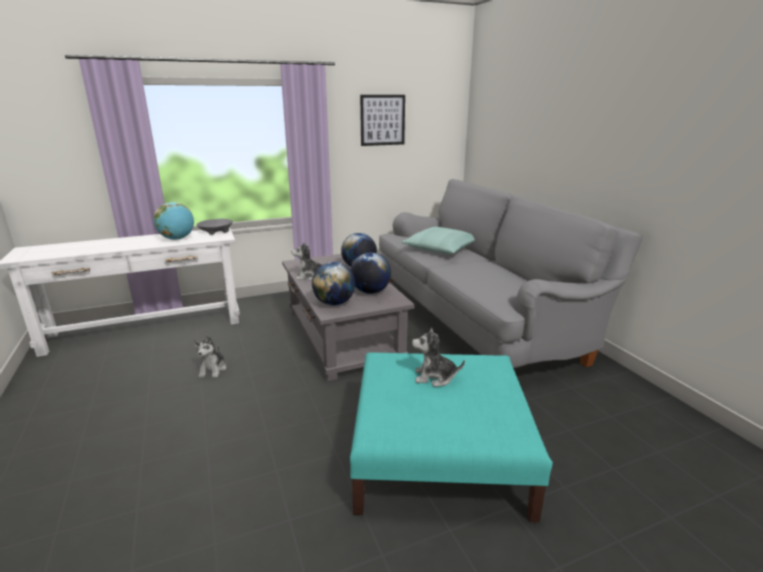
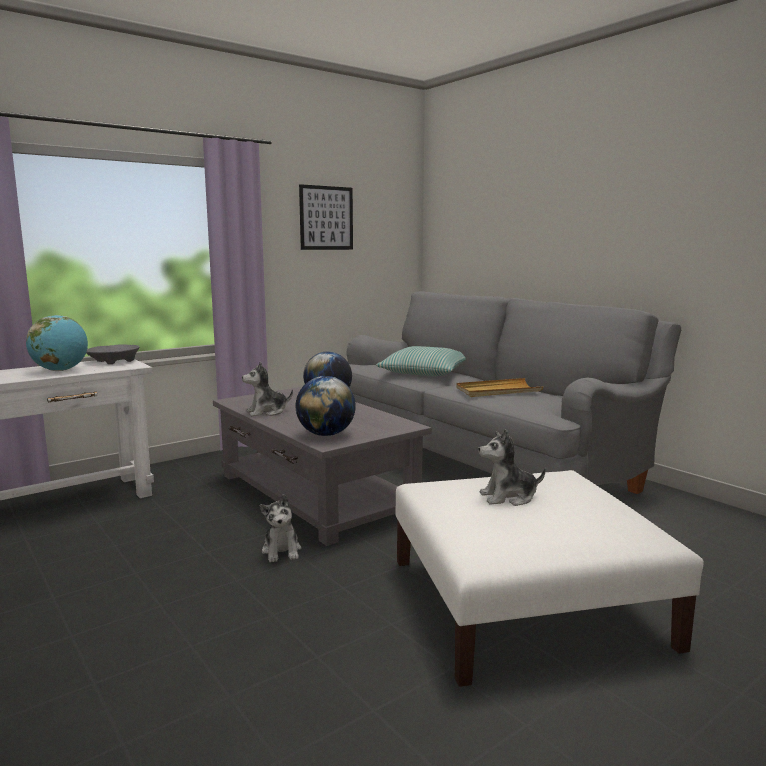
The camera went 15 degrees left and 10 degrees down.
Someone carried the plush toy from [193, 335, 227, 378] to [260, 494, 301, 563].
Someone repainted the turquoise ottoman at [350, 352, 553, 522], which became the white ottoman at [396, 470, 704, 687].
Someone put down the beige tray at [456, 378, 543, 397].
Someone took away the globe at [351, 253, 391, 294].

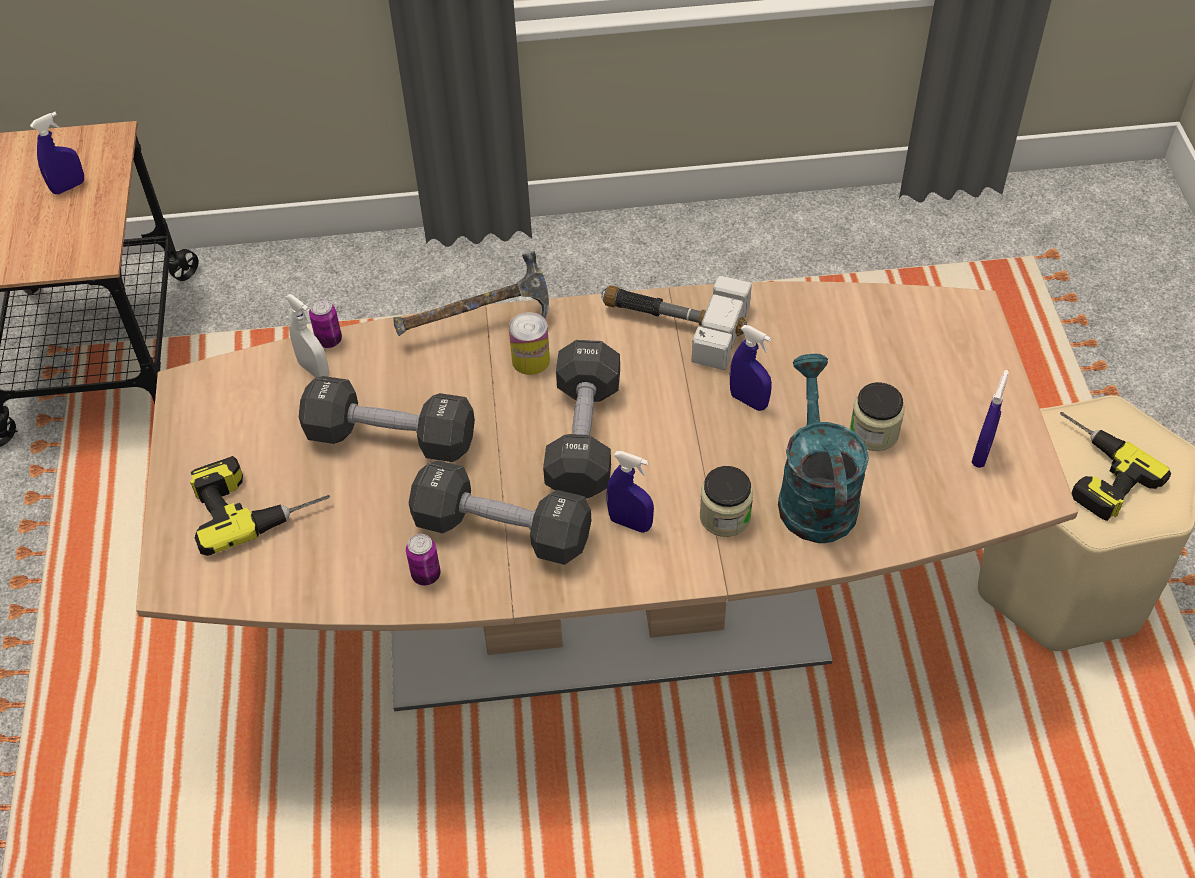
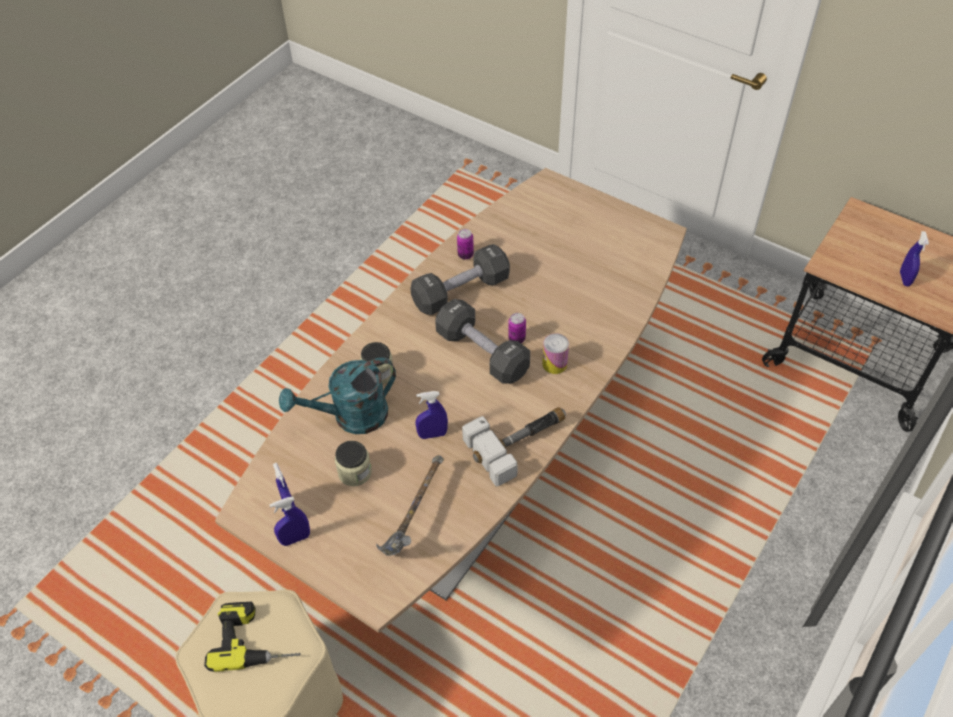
The camera went 130 degrees right and 0 degrees up.
Someone carried the blue spray bottle from [606, 451, 654, 533] to [269, 497, 310, 546].
Someone rotated the turquoise watering can at [778, 354, 869, 543] by 120 degrees clockwise.
Someone carried the hammer from [394, 251, 549, 336] to [376, 455, 444, 556].
Someone carried the can from [309, 299, 342, 348] to [508, 313, 526, 343].
Someone took away the power drill at [190, 456, 330, 556].
Someone took away the white spray bottle at [286, 294, 329, 378].
Someone took away the black dumbbell at [299, 376, 475, 462].

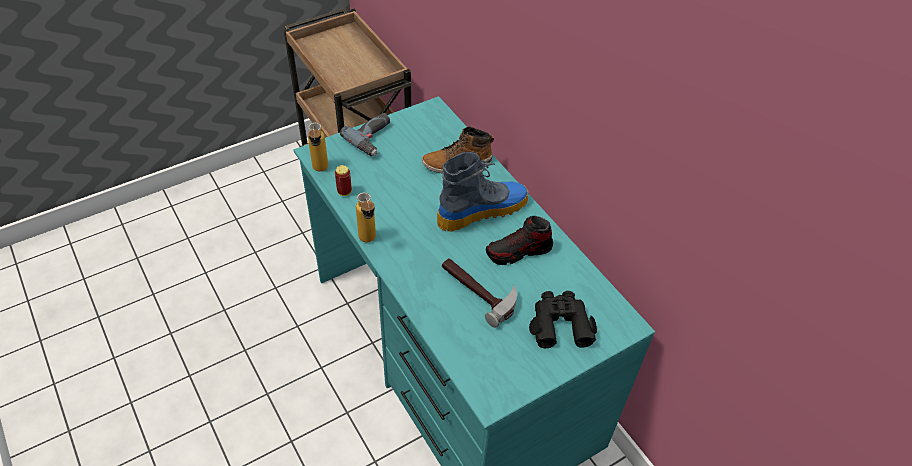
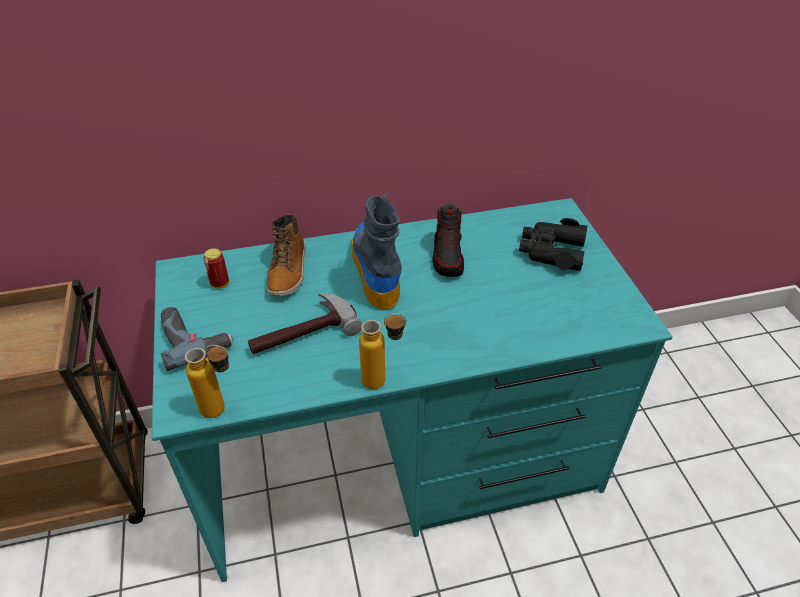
The camera went 70 degrees left and 5 degrees down.
Someone carried the can from [335, 165, 352, 196] to [203, 248, 229, 289].
Someone carried the hammer from [442, 258, 517, 328] to [248, 293, 362, 354].

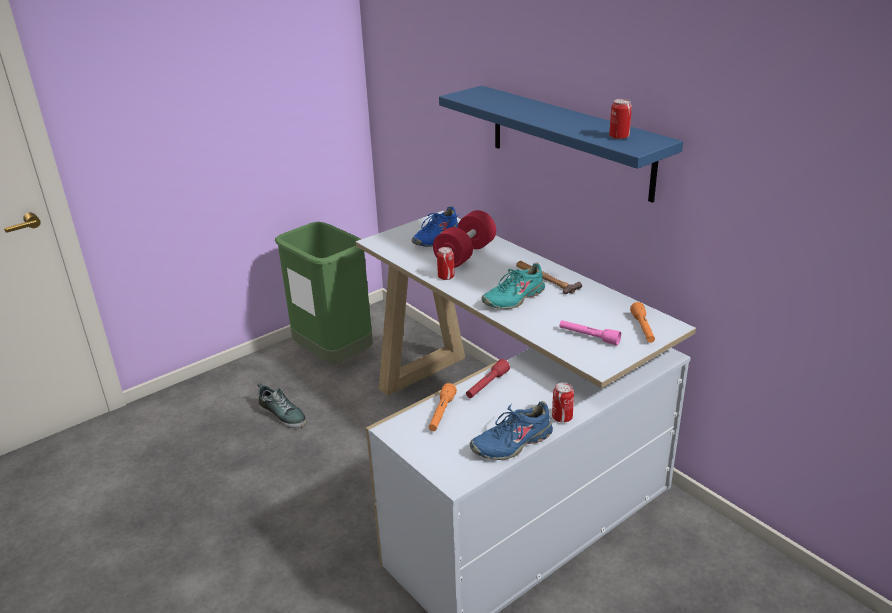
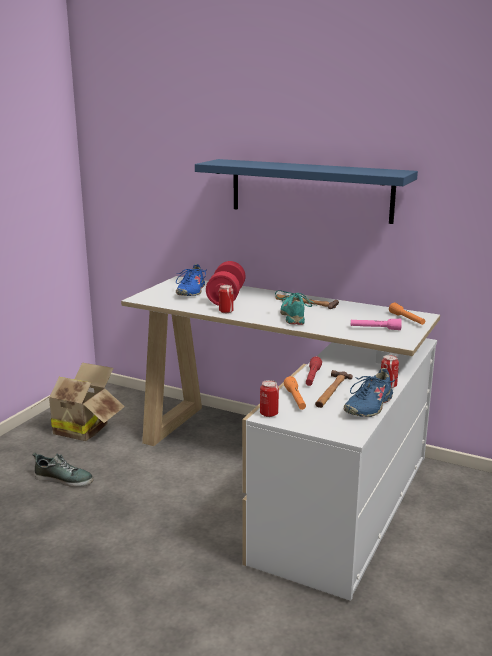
The camera went 25 degrees left and 10 degrees down.
Someone swapped the green trash can at [275, 222, 373, 364] for the cardboard box at [35, 363, 125, 441].
Someone carried the can from [609, 99, 632, 140] to [260, 380, 279, 417].
Someone rotated the turquoise shoe at [481, 262, 546, 309] by 150 degrees clockwise.
Someone put down the hammer at [315, 370, 353, 408].

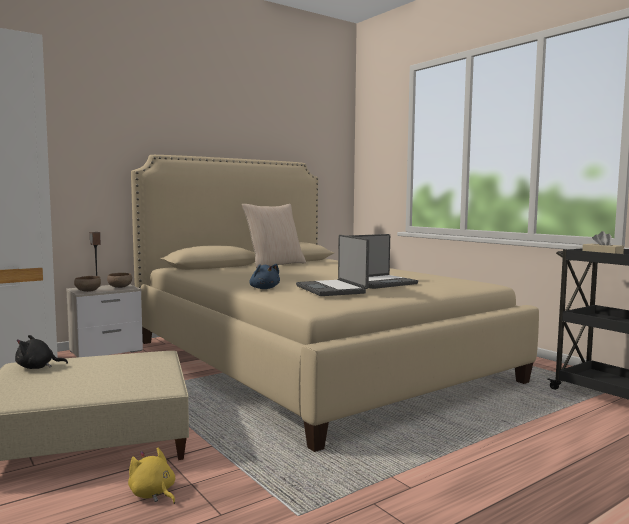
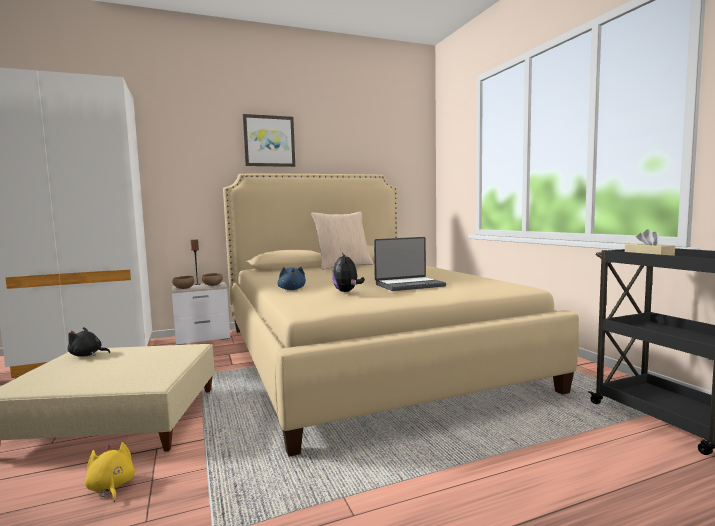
The camera went 15 degrees right and 0 degrees up.
Someone put up the picture at [243, 114, 295, 167].
Someone swapped the laptop at [296, 235, 369, 296] for the plush toy at [332, 253, 365, 292].

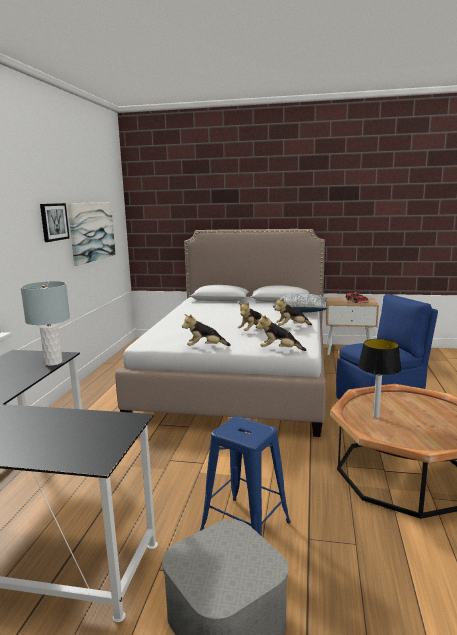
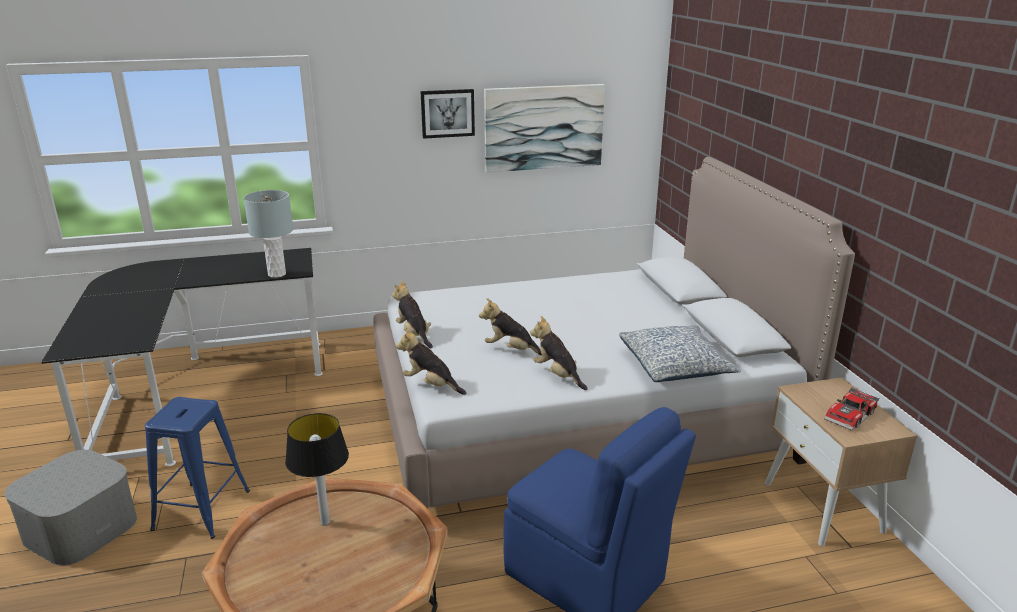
The camera went 65 degrees right and 10 degrees up.
Someone rotated the plush toy at [256, 314, 307, 351] by 45 degrees counterclockwise.

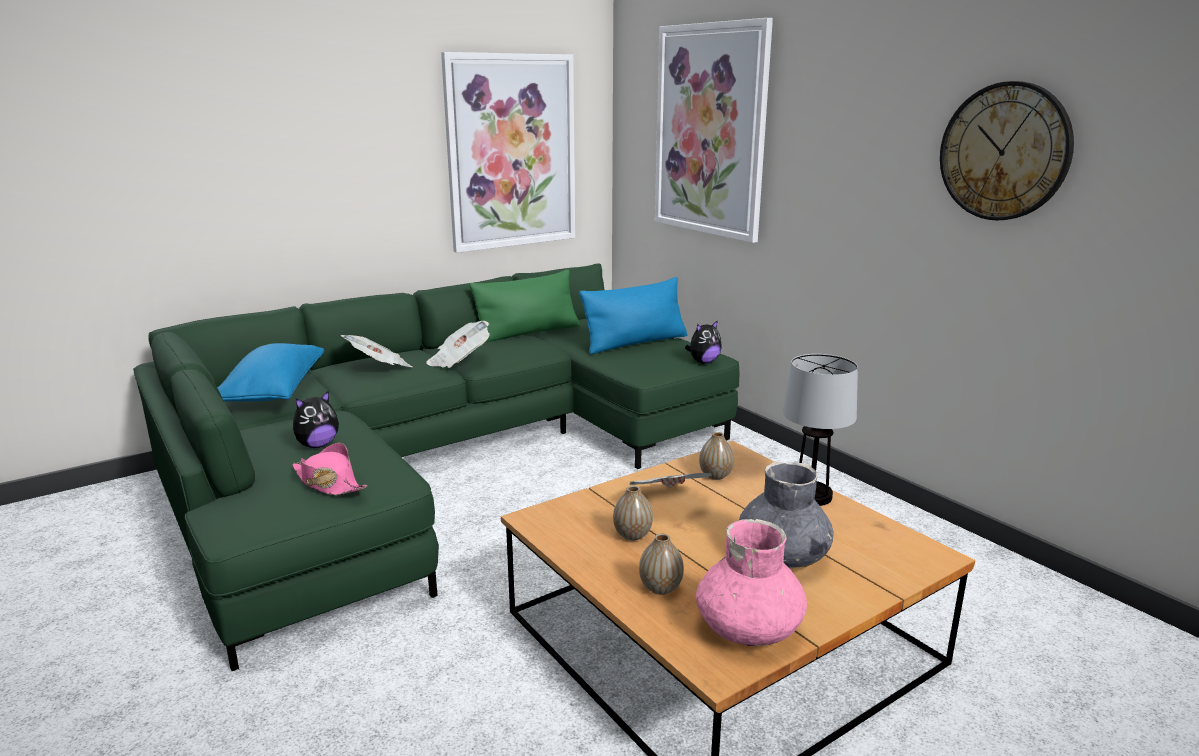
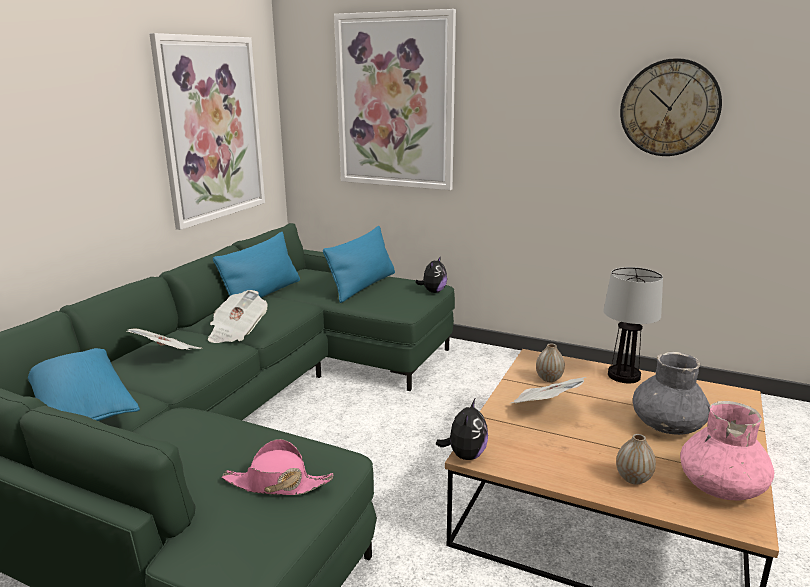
The camera went 30 degrees left and 0 degrees up.
Someone repainted the green pillow at [469, 269, 580, 343], which became the blue pillow at [213, 232, 300, 298].
Someone carried the plush toy from [293, 390, 339, 448] to [436, 399, 488, 460].
Someone took away the vase at [613, 486, 653, 541].

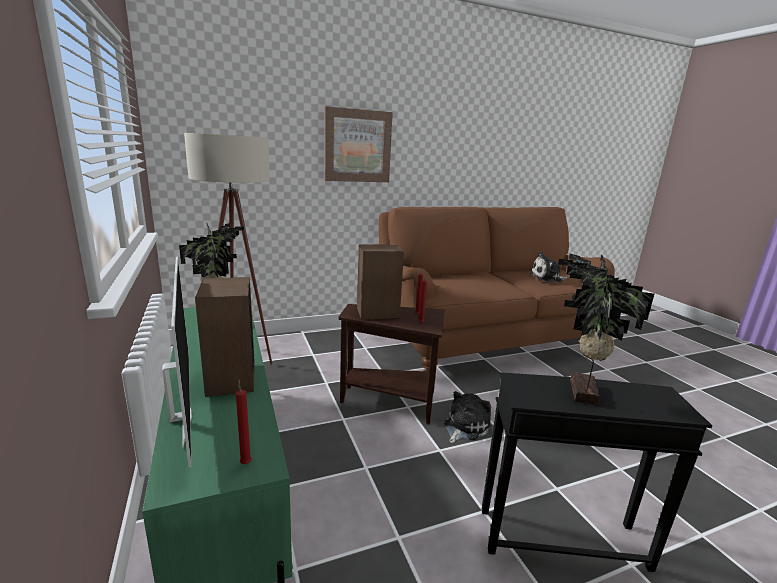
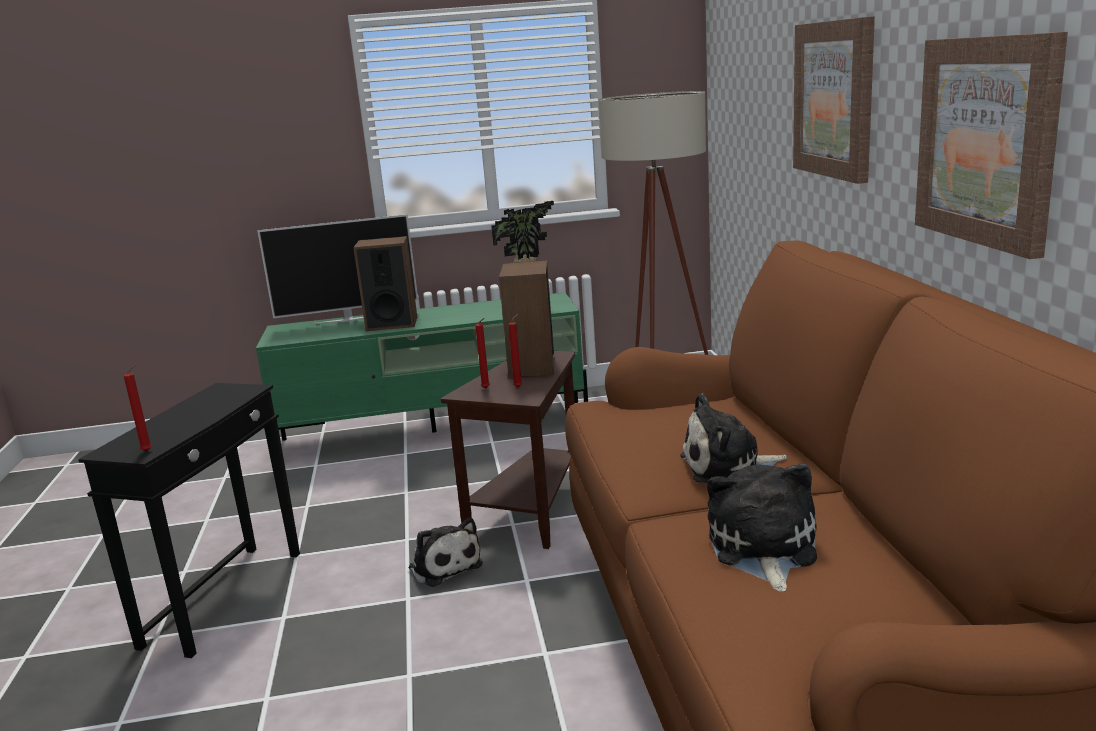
The camera went 105 degrees right and 0 degrees up.
Someone carried the red candle from [236, 379, 252, 464] to [124, 364, 152, 452].
Someone put down the plush toy at [680, 393, 787, 484].
Someone put up the picture at [915, 32, 1068, 259].
Someone took away the potted plant at [558, 253, 654, 406].

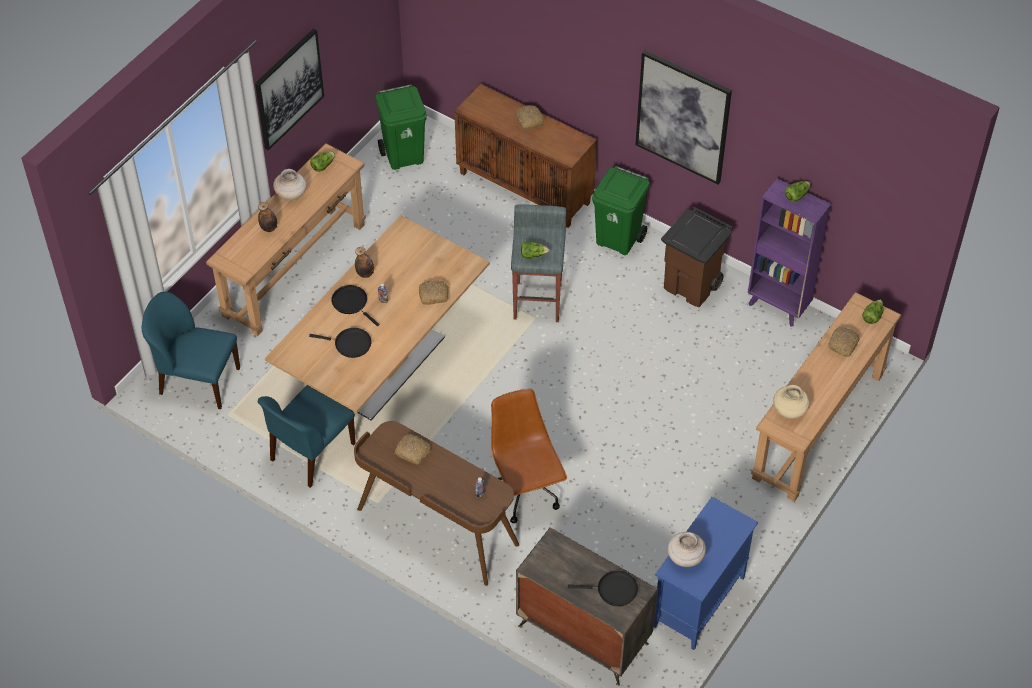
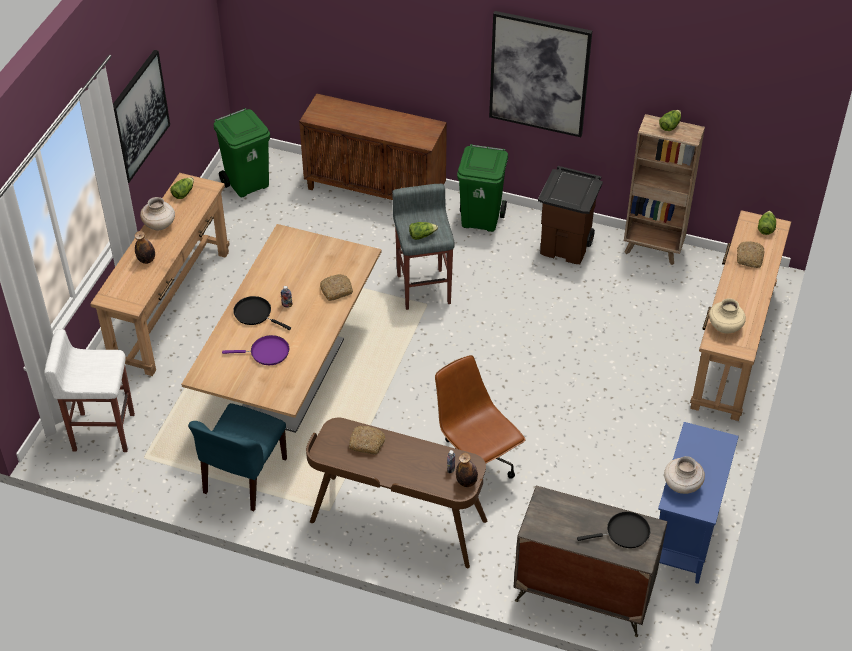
The camera went 15 degrees left and 5 degrees down.
Someone swapped the blue chair at [142, 292, 240, 409] for the white stool at [44, 329, 135, 452].
Someone repainted the black frying pan at [309, 328, 372, 358], which became the purple frying pan at [222, 335, 289, 365].
Someone carried the bottle from [355, 247, 374, 278] to [456, 453, 478, 487].
Someone repainted the purple bookcase at [748, 178, 831, 327], which became the brown bookcase at [624, 114, 705, 265].
Someone took away the bread at [515, 105, 544, 129].

